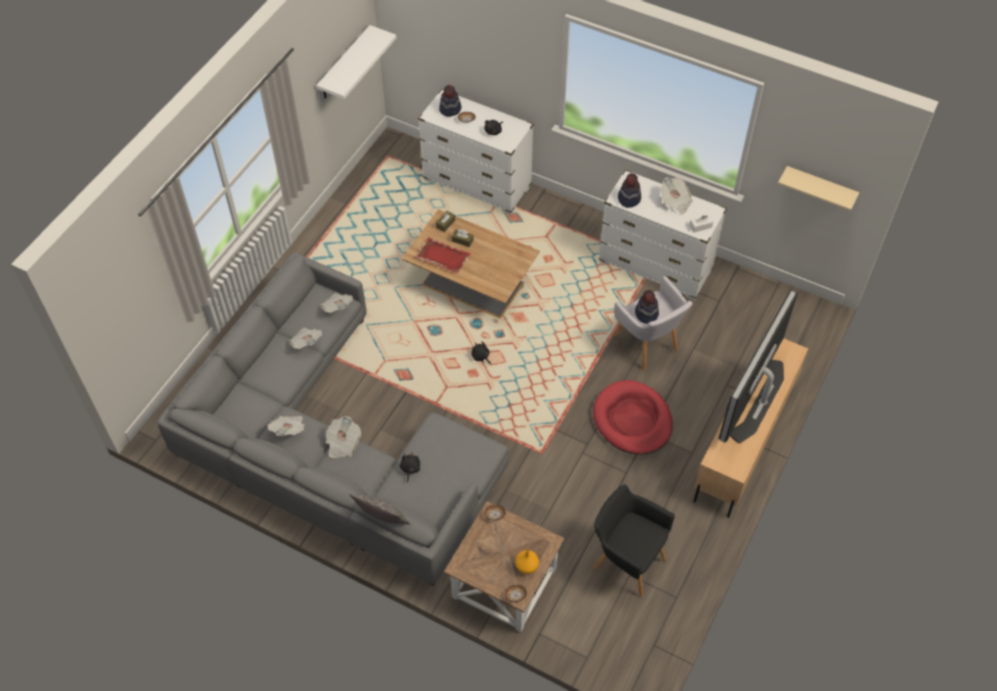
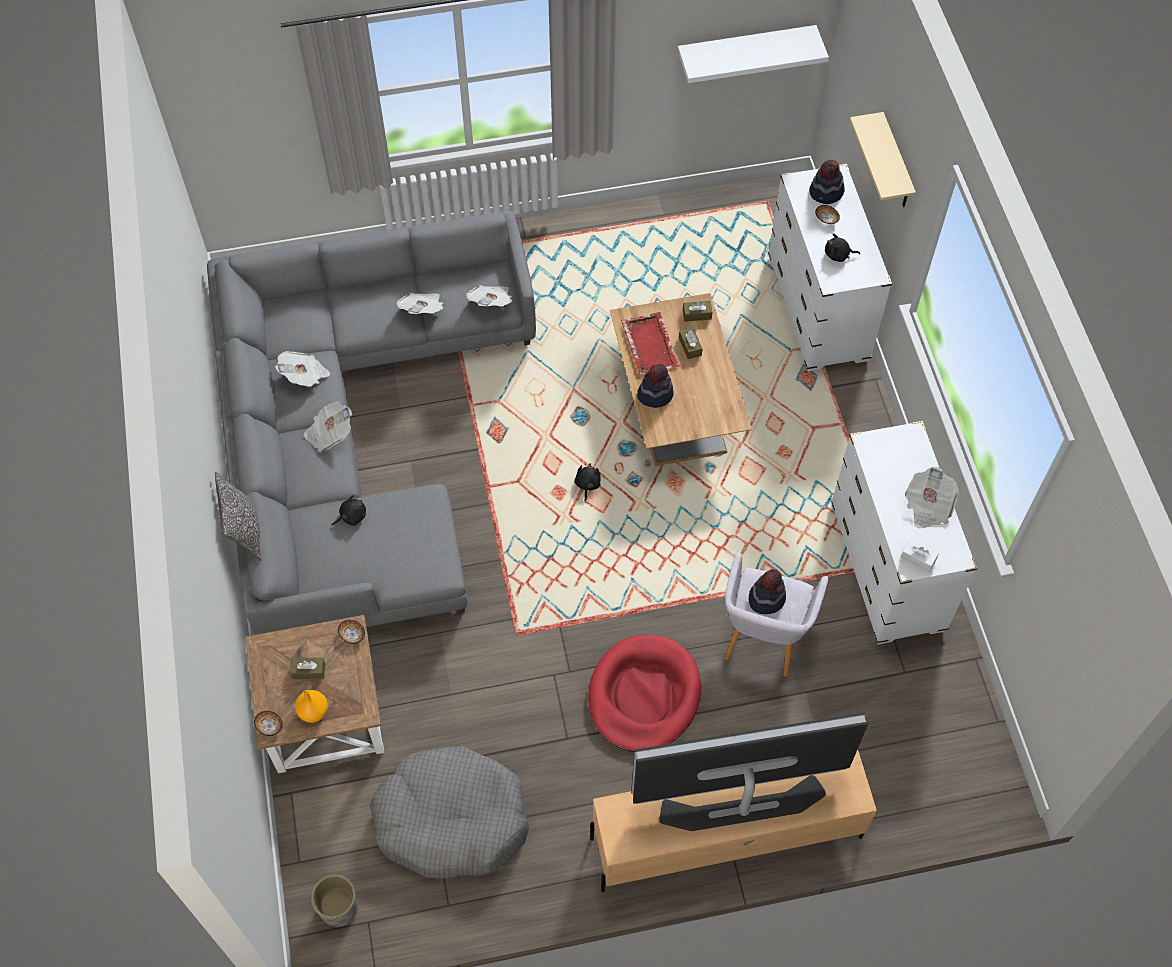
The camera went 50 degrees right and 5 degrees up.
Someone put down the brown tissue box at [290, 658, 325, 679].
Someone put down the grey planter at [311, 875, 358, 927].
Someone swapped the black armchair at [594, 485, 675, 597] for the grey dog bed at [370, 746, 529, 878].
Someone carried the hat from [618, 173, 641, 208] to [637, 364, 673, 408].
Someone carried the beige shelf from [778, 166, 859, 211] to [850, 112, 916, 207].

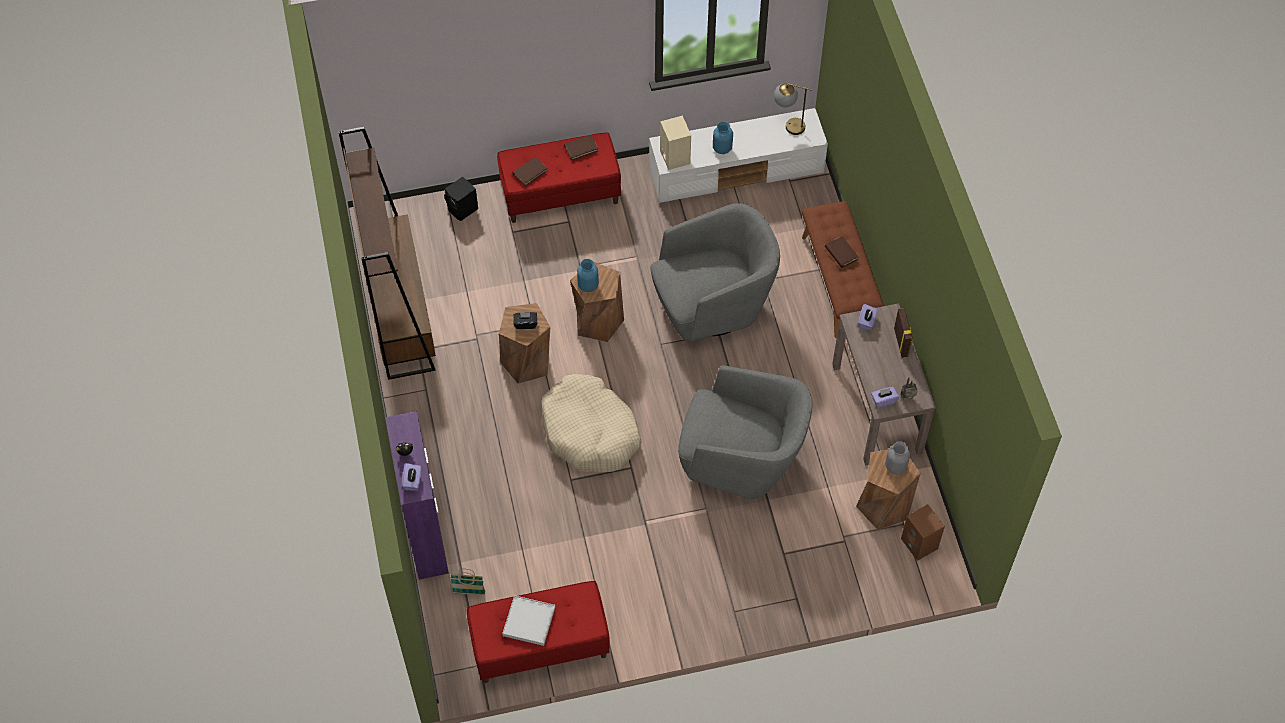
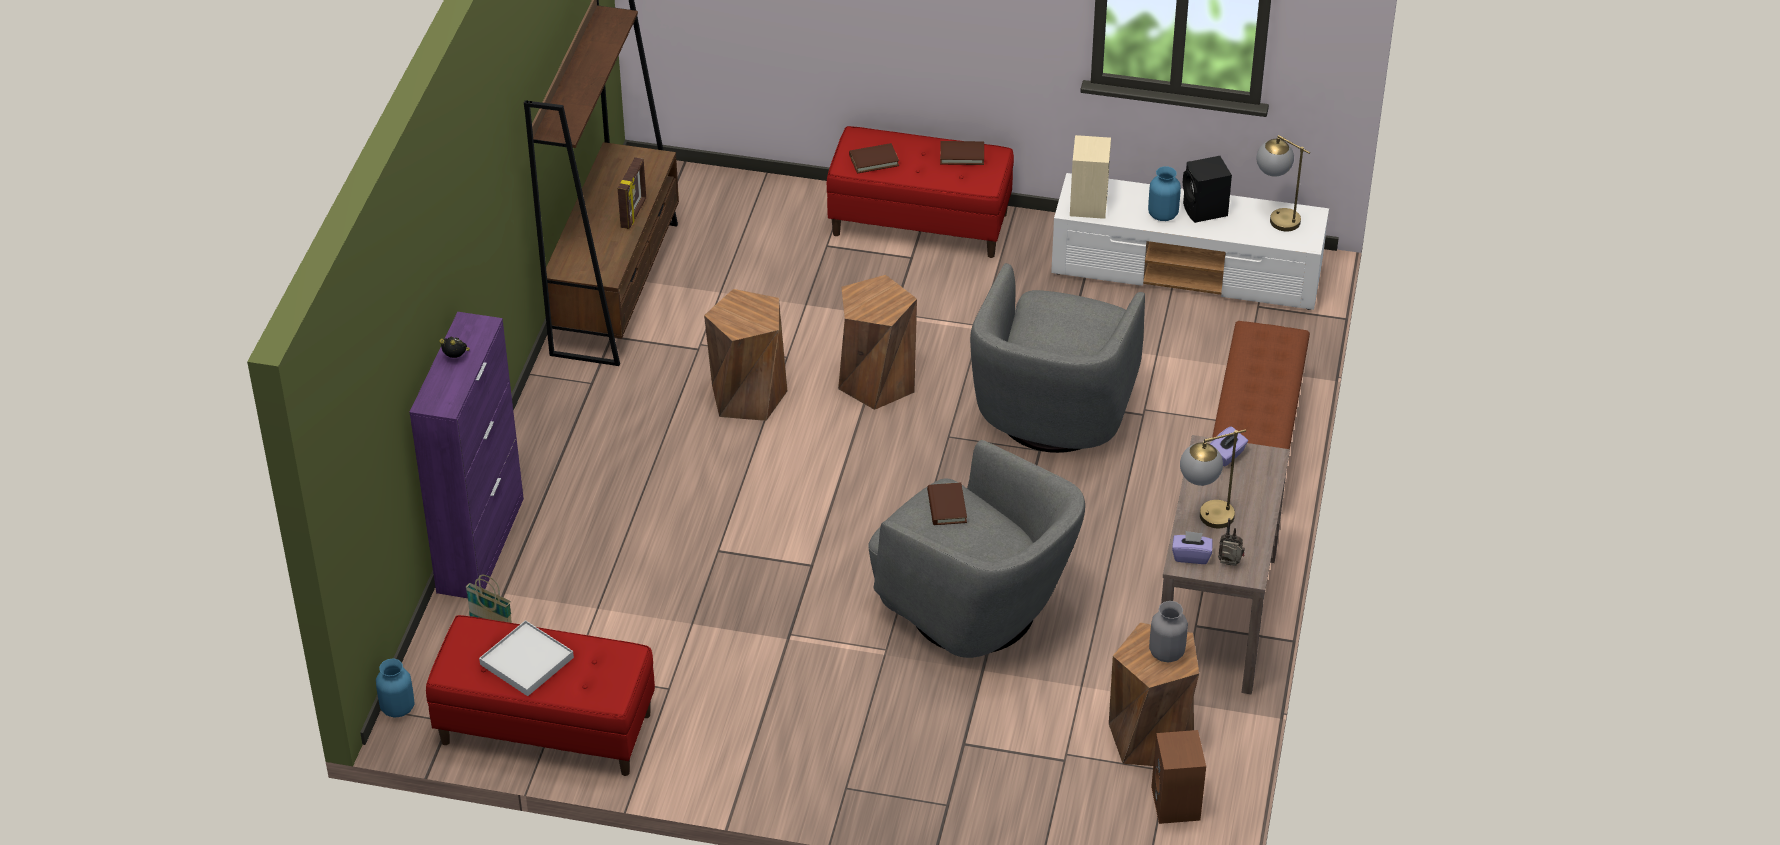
The camera went 25 degrees right and 15 degrees down.
Someone carried the blue vase from [577, 259, 599, 292] to [376, 658, 414, 718].
Someone carried the picture frame from [894, 308, 913, 358] to [618, 157, 646, 229].
Someone carried the brown book from [825, 236, 858, 268] to [927, 482, 967, 525].
Someone rotated the grey armchair at [650, 203, 780, 342] by 105 degrees clockwise.
Someone put down the table lamp at [1180, 429, 1246, 528].
Someone carried the black speaker from [444, 177, 478, 221] to [1183, 156, 1232, 223].
Someone took away the purple tissue box at [402, 463, 421, 491].
Someone took away the black tissue box at [513, 312, 537, 329].
Someone took away the beige dog bed at [541, 374, 641, 472].

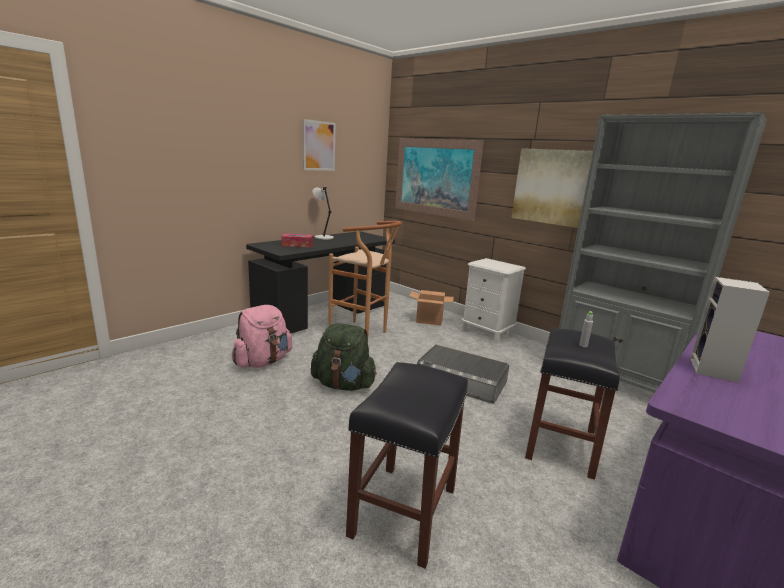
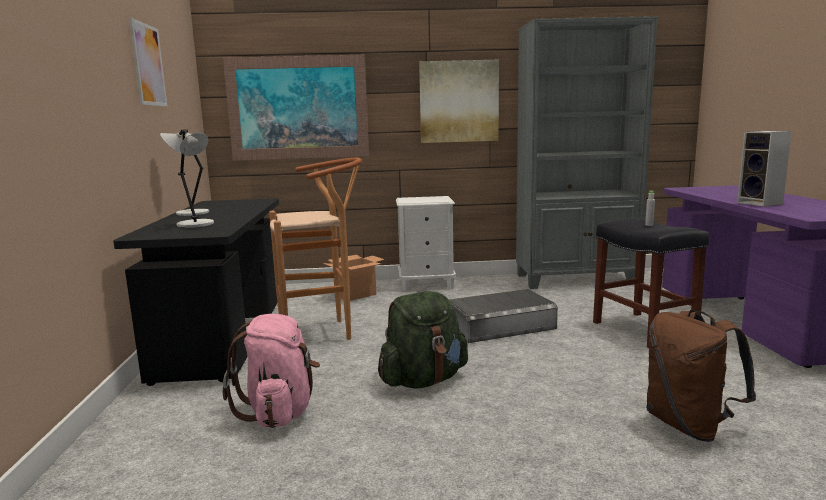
The camera went 45 degrees left and 5 degrees down.
Someone swapped the tissue box at [282, 234, 313, 247] for the grey table lamp at [176, 130, 214, 228].
Someone swapped the black stool at [346, 362, 468, 569] for the brown backpack at [646, 310, 756, 442].

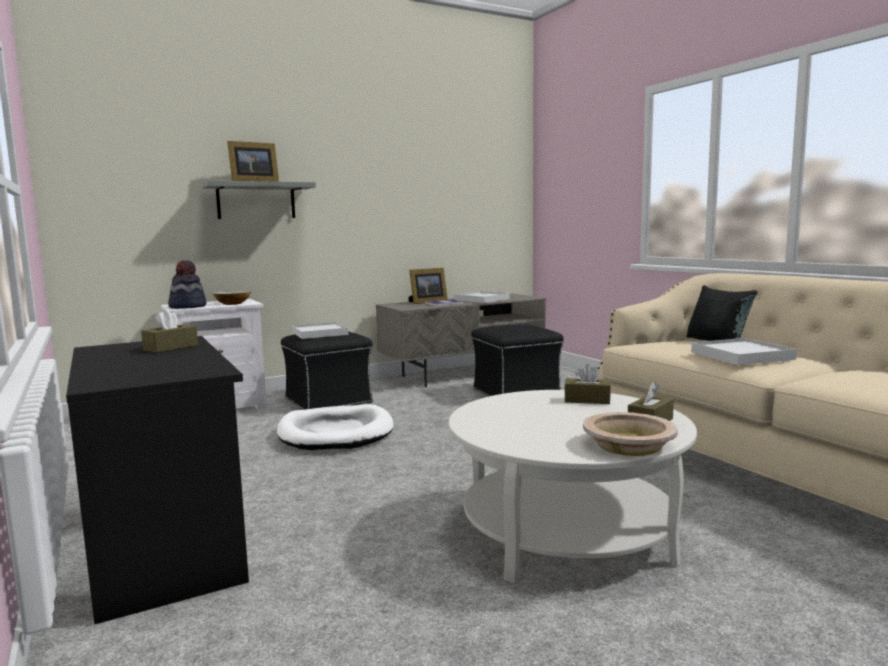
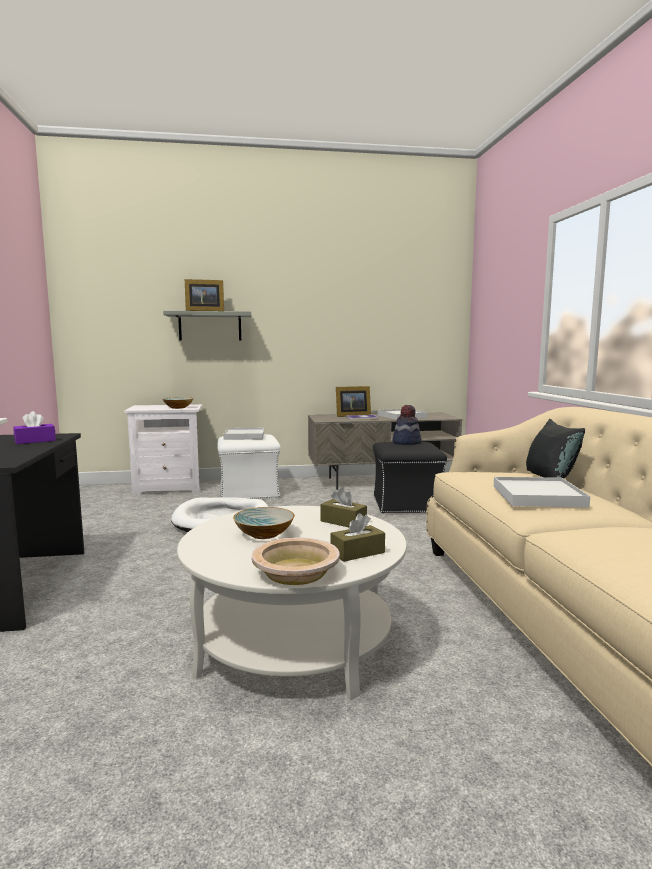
The camera went 20 degrees right and 0 degrees up.
Someone repainted the brown tissue box at [141, 309, 198, 353], which became the purple tissue box at [14, 411, 56, 444].
Someone repainted the black ottoman at [281, 331, 373, 410], which became the white ottoman at [217, 434, 281, 499].
Someone put down the bowl at [233, 507, 295, 539].
Someone carried the hat from [168, 260, 206, 309] to [392, 405, 421, 445].

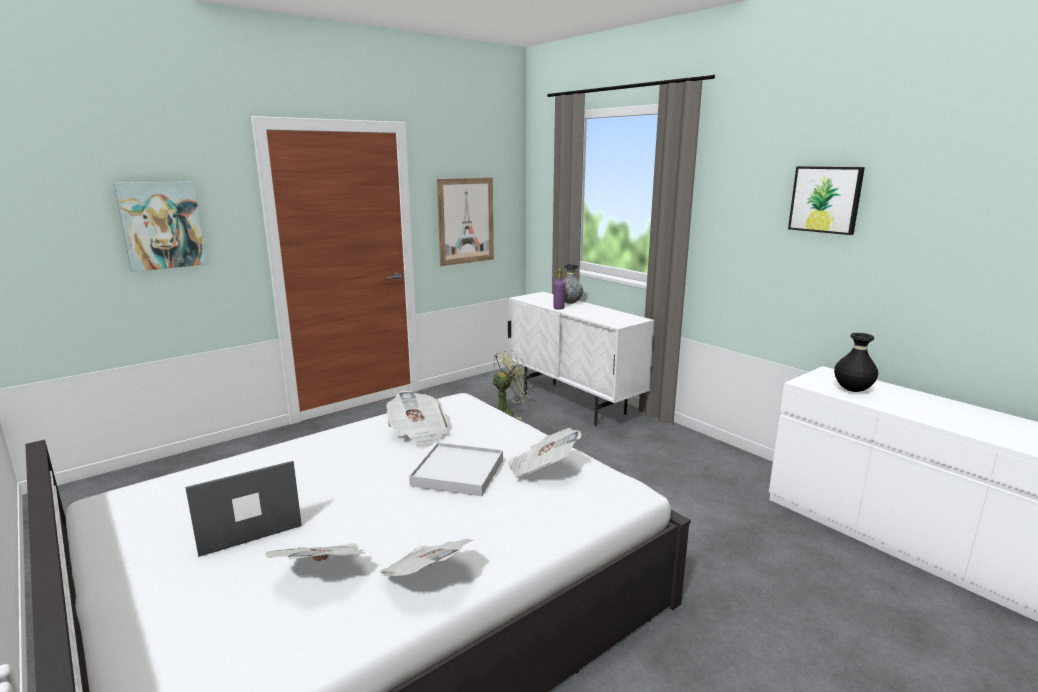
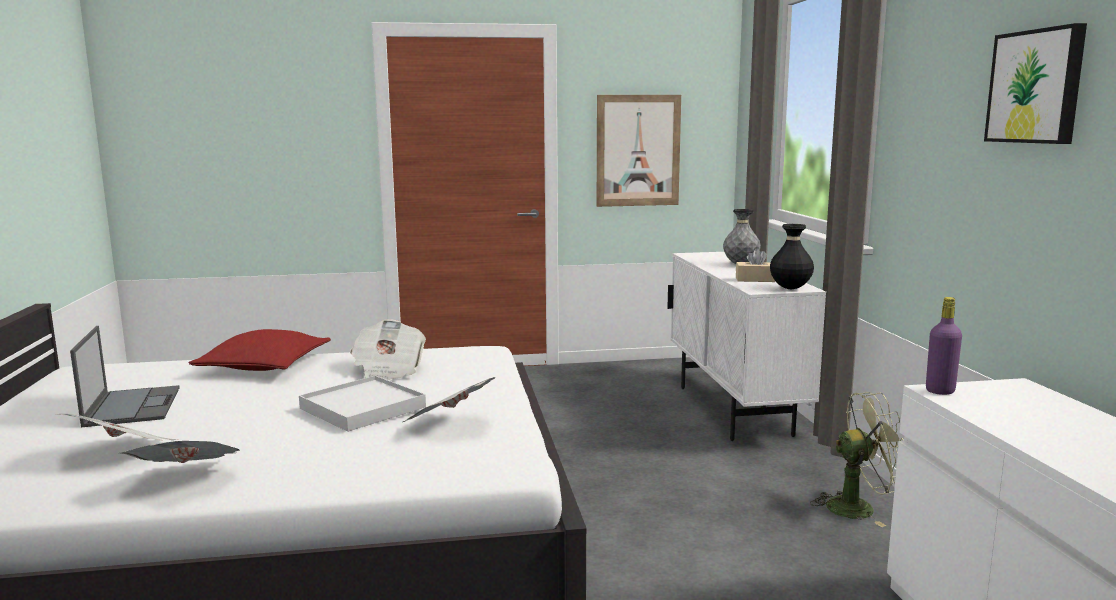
The camera went 30 degrees right and 5 degrees down.
Someone rotated the laptop at [185, 461, 302, 557] by 75 degrees clockwise.
Someone put down the red pillow at [189, 329, 331, 371].
Someone put down the beige tissue box at [736, 249, 776, 282].
Someone carried the black vase from [834, 333, 878, 392] to [770, 224, 814, 289].
Someone carried the green fan from [493, 350, 532, 419] to [810, 392, 904, 527].
Someone carried the purple bottle from [553, 269, 565, 310] to [926, 297, 962, 395].
Someone took away the picture at [114, 181, 207, 272].

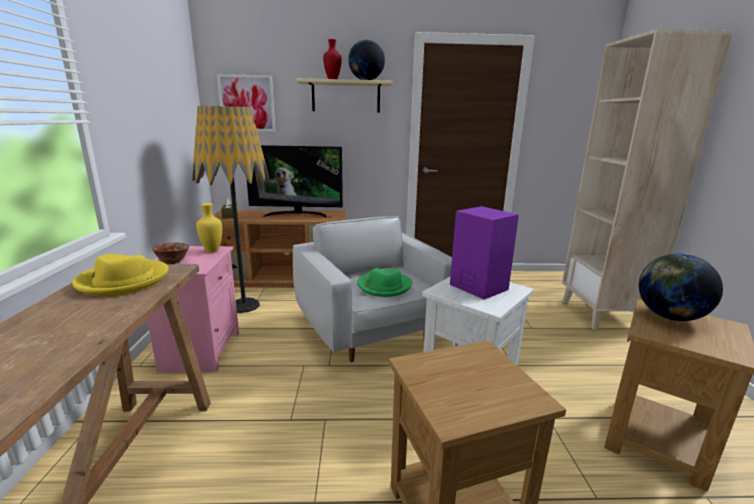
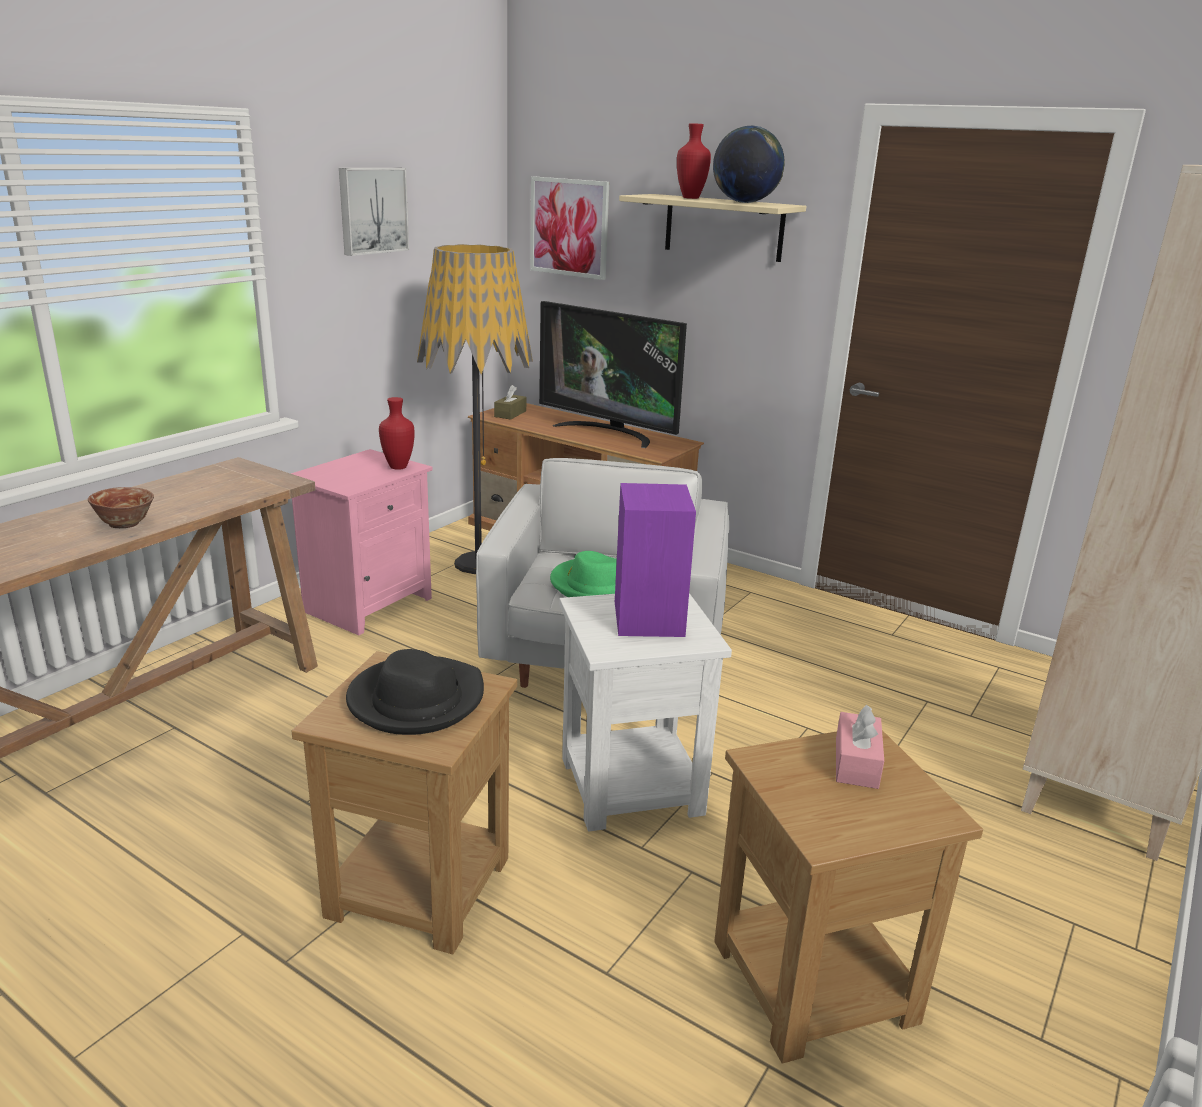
The camera went 35 degrees right and 5 degrees up.
Someone carried the bowl from [152, 243, 189, 264] to [88, 487, 154, 528].
Someone put up the picture at [339, 168, 409, 256].
Someone put down the black hat at [346, 649, 484, 735].
Someone repainted the yellow vase at [196, 203, 222, 253], which became the red vase at [379, 397, 415, 470].
Someone swapped the globe at [638, 253, 723, 321] for the pink tissue box at [836, 705, 884, 789].
Someone took away the yellow hat at [72, 254, 169, 296].

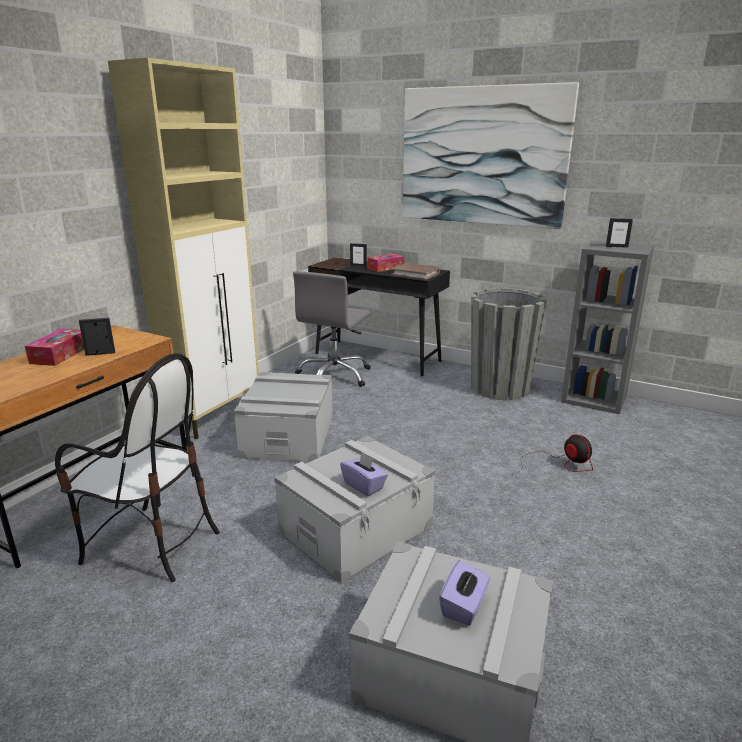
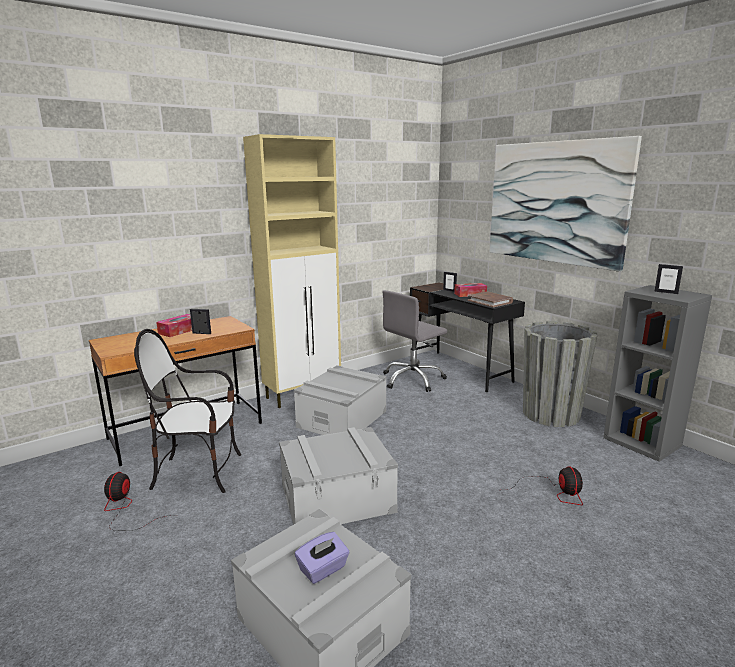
The camera went 25 degrees right and 5 degrees down.
Someone put down the fan at [104, 472, 178, 531].
Someone rotated the chair at [55, 353, 220, 582] by 135 degrees clockwise.
Someone took away the purple tissue box at [340, 452, 388, 496].

